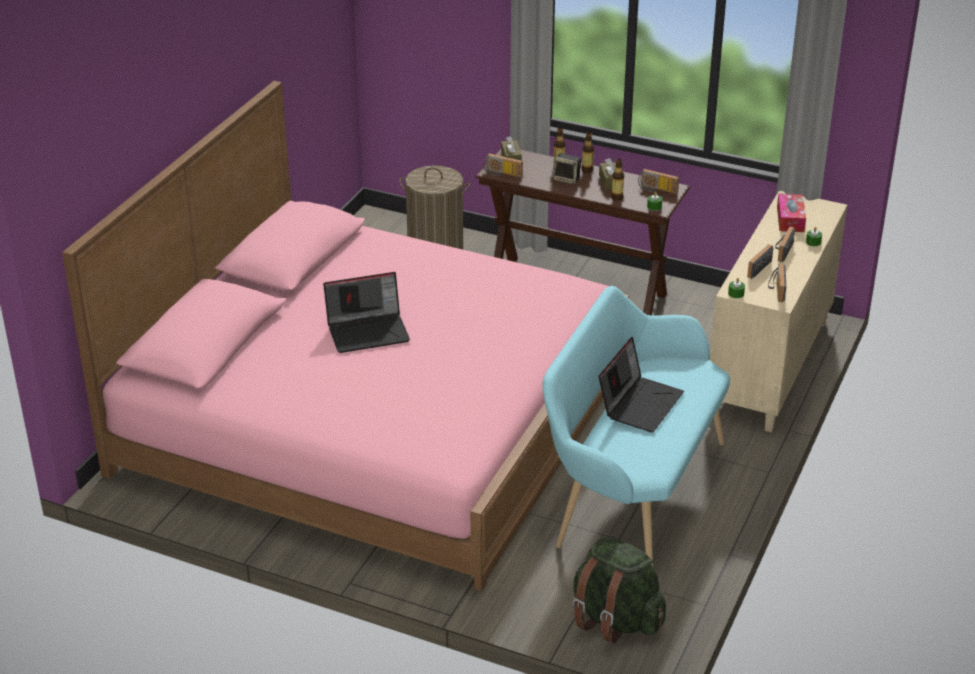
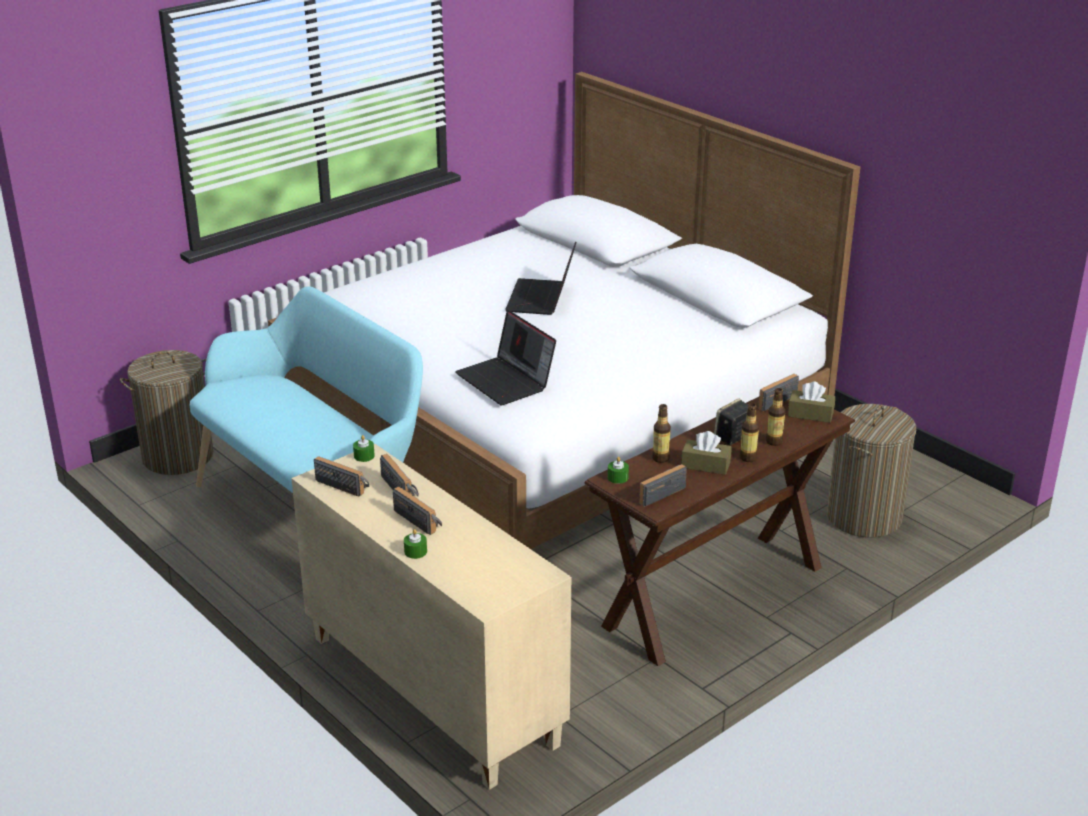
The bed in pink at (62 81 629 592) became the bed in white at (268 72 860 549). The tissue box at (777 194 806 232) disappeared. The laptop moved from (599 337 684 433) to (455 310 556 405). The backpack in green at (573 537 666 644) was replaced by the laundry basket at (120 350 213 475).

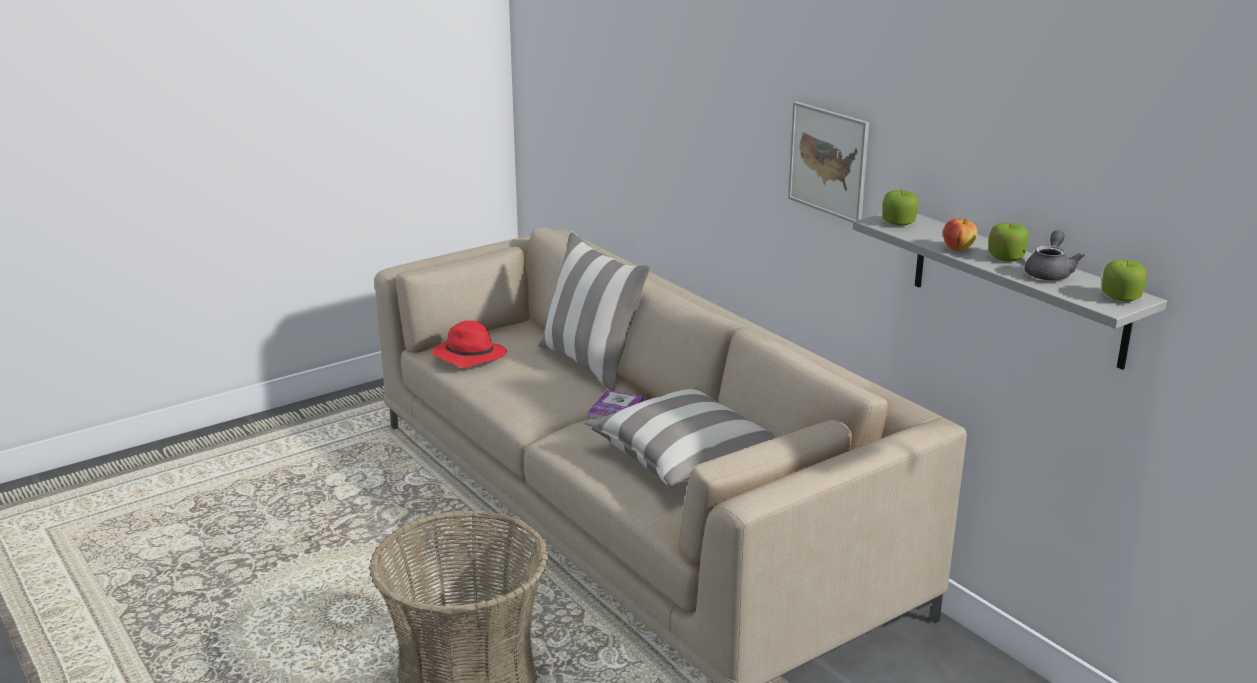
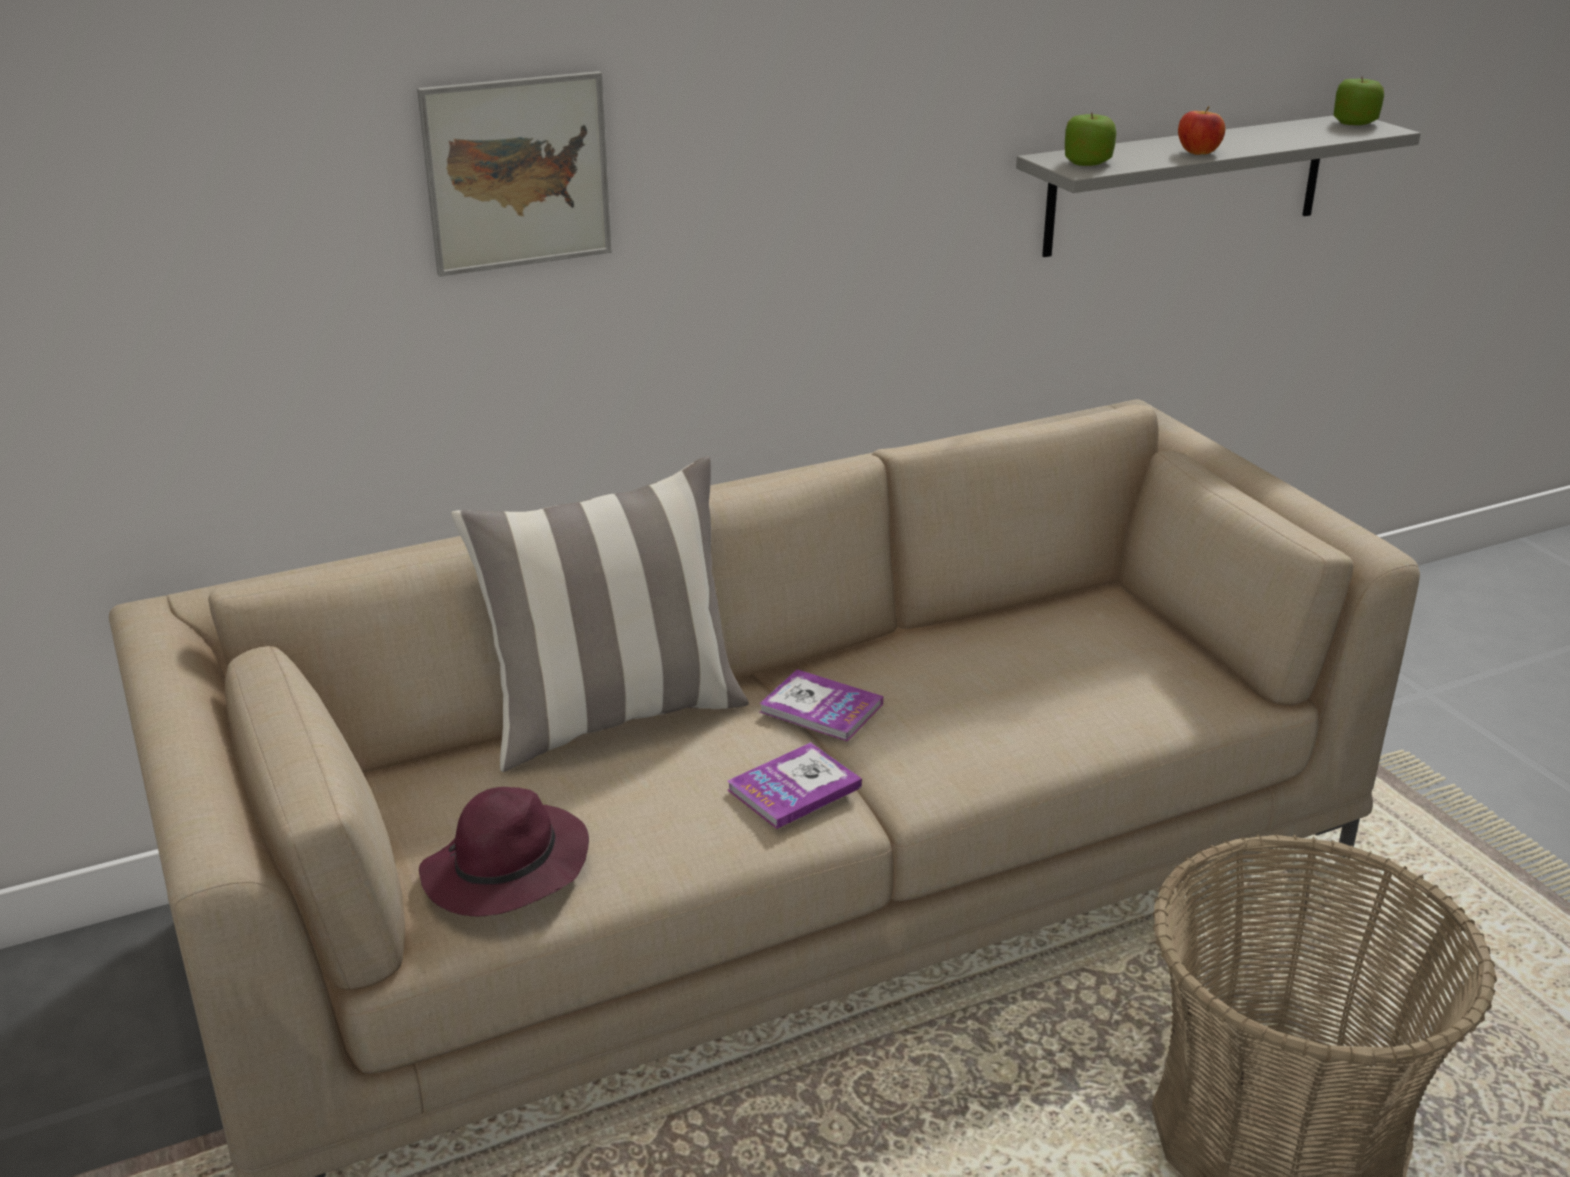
The picture moved from (788 102 869 223) to (417 71 612 277). The apple at (989 223 1029 262) disappeared. The teapot in grey at (1025 230 1085 281) disappeared. The hat in red at (432 321 507 368) became the hat in purple at (419 787 589 916). The pillow at (583 387 776 488) disappeared. The book at (727 742 862 829) appeared.

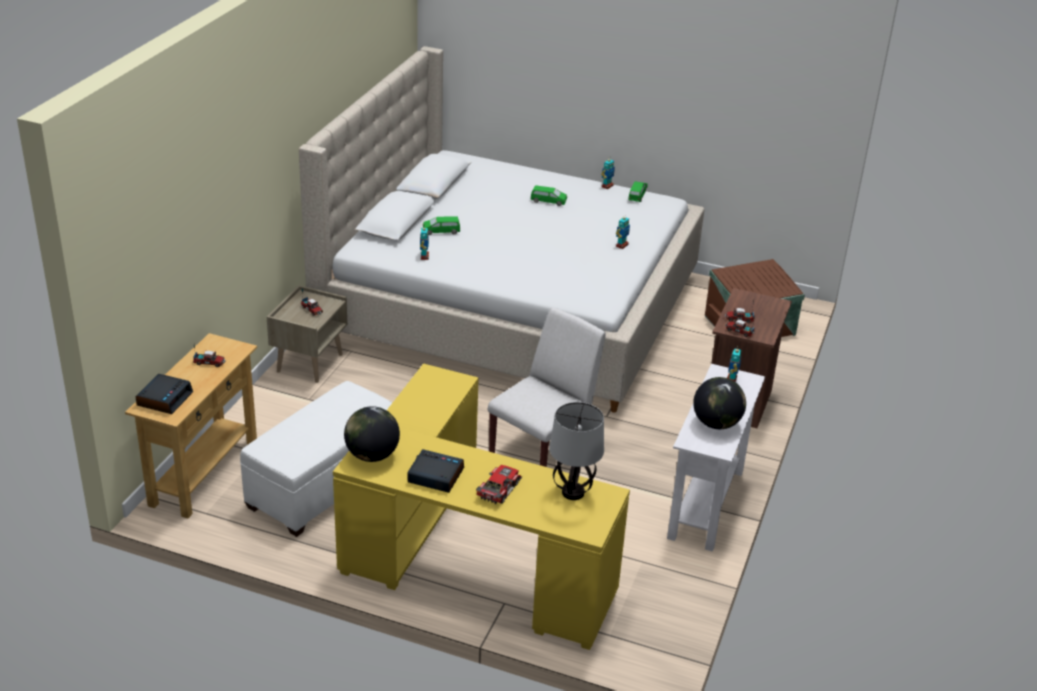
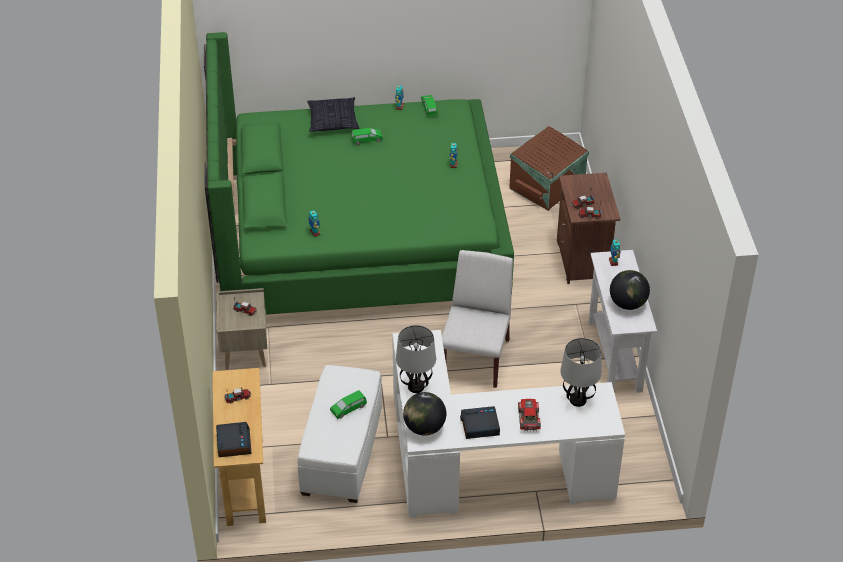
The bed in beige at (299 46 704 412) became the bed in green at (204 32 514 315). The toy car in green moved from (423 216 460 235) to (330 390 367 419). The desk in yellow at (333 363 630 650) became the desk in white at (392 330 625 518). The pillow at (307 97 360 132) appeared. The table lamp at (396 325 436 393) appeared.

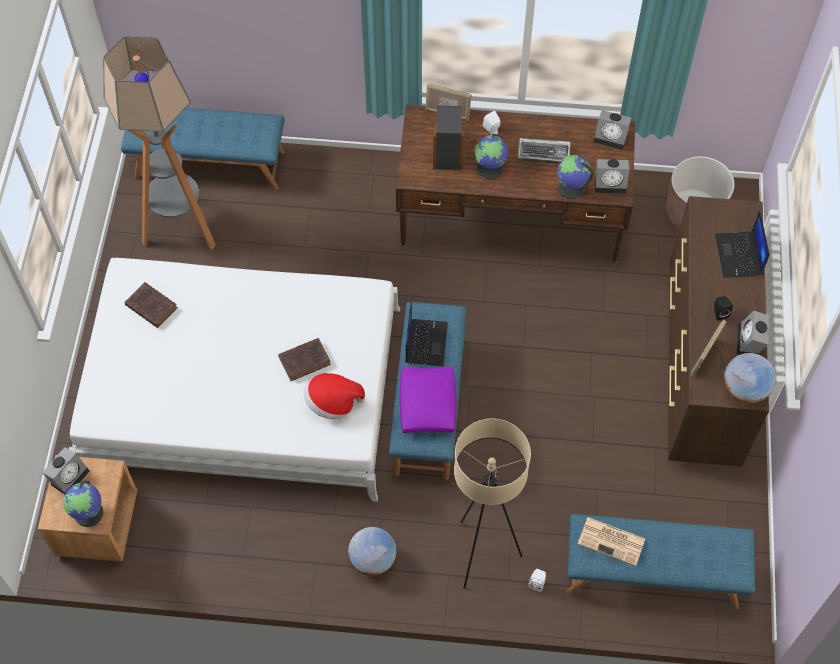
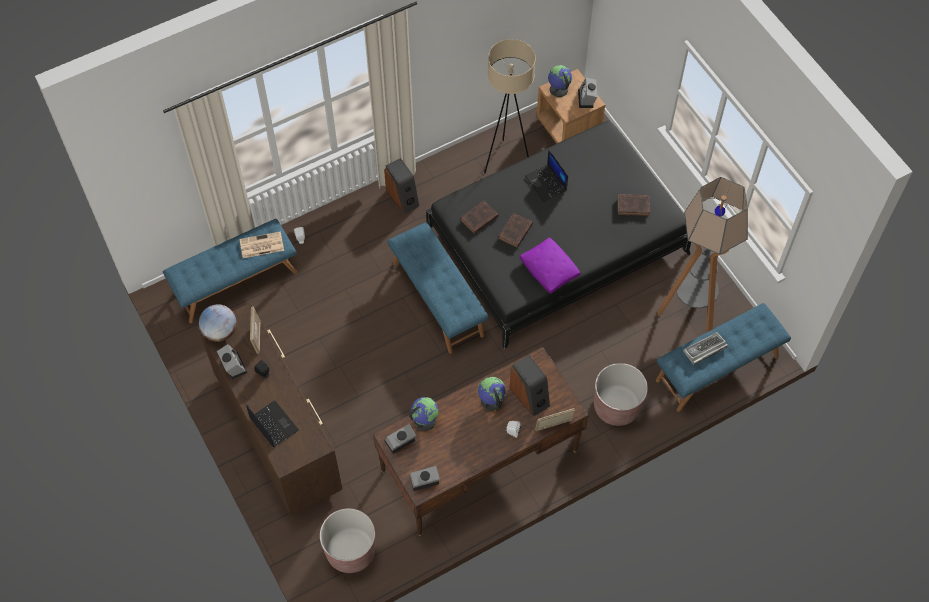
The keyboard moved from (518 138 571 164) to (683 332 728 365). The bed in white at (69 258 400 502) became the bed in black at (426 121 691 349). The laptop moved from (405 301 448 366) to (525 150 568 202). The pillow in purple moved from (400 367 456 433) to (520 237 581 294). The hat at (304 373 365 419) was replaced by the book in brown at (460 201 499 234). The floor lamp in beige moved from (454 418 531 589) to (484 39 536 174). The globe at (348 527 396 576) was replaced by the speaker at (384 158 419 214). The planter in brown at (594 363 648 426) appeared.

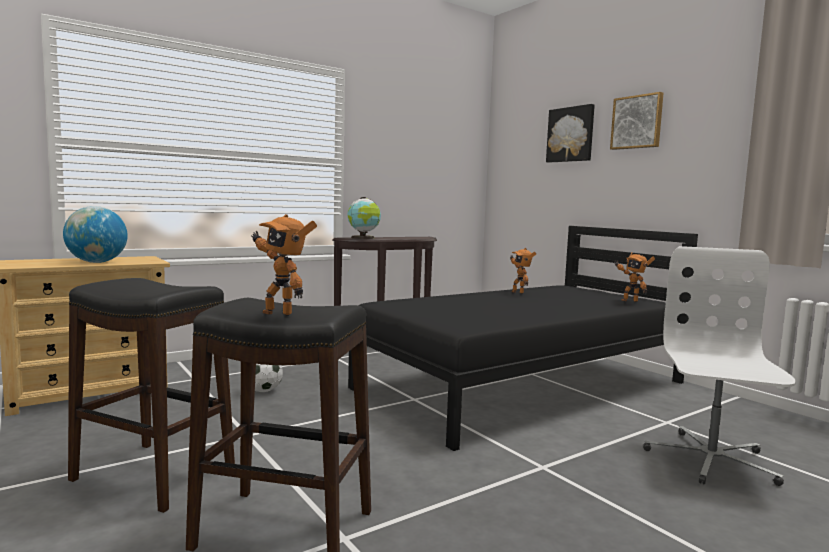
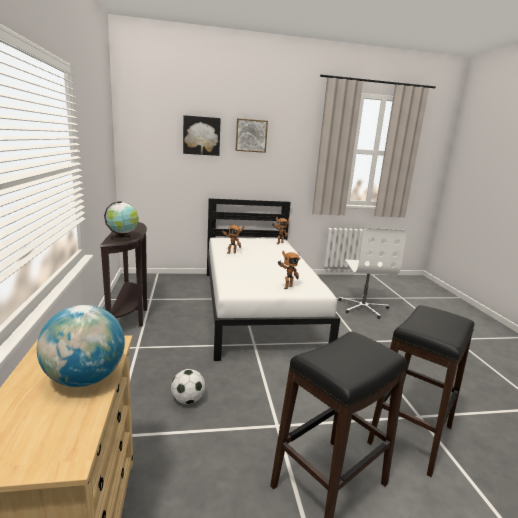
The toy robot moved from (251 214 317 316) to (278 251 301 289). The bed in black at (348 226 698 451) became the bed in white at (207 198 340 361). The office chair in white at (643 246 796 486) turned 135 degrees counterclockwise.

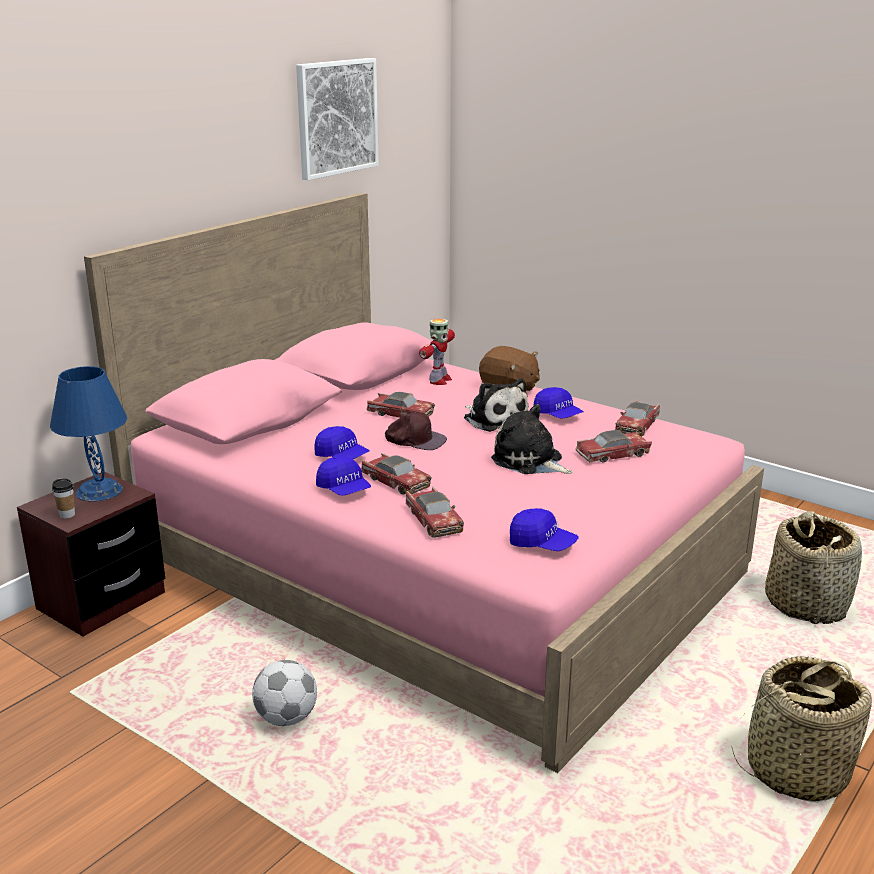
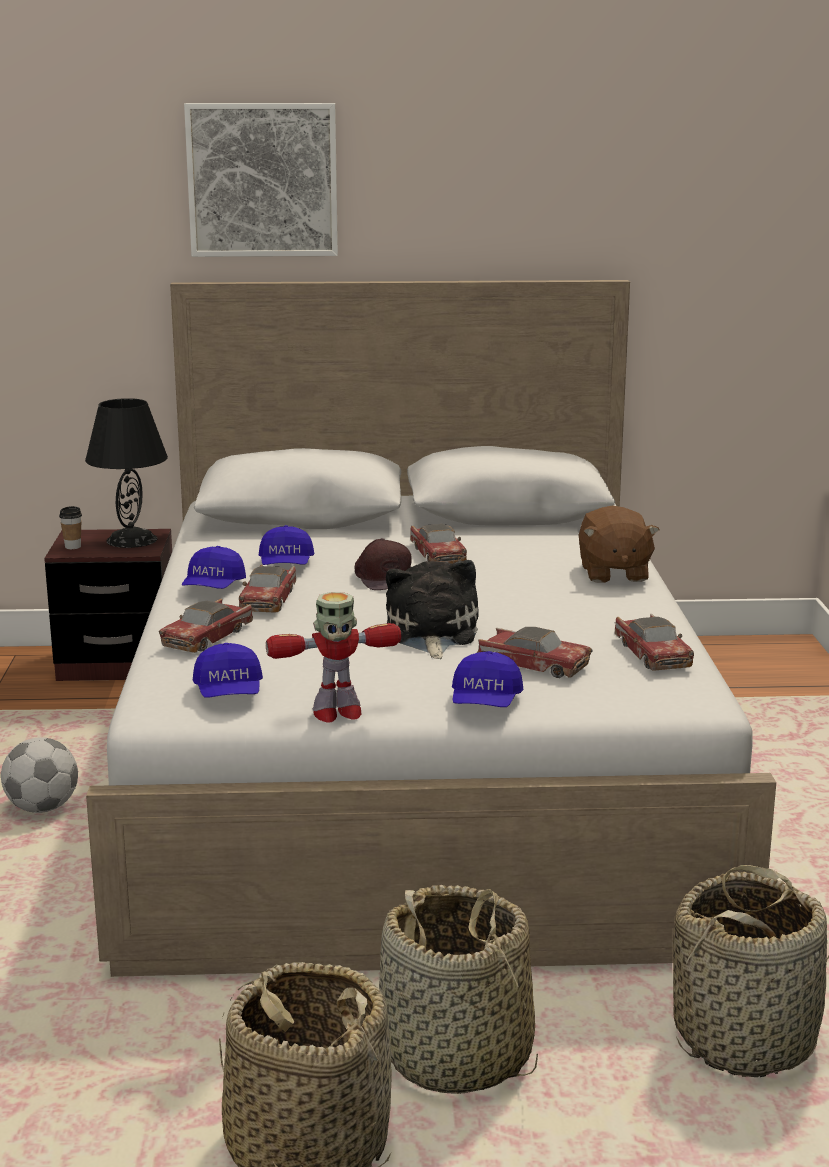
The picture moved from (296 58 379 180) to (184 103 338 257). The bed in pink at (84 193 764 773) became the bed in white at (86 280 776 977). The toy robot moved from (419 318 455 385) to (266 592 401 723). The table lamp in blue at (50 366 127 502) became the table lamp in black at (85 398 168 548). The plush toy at (464 379 528 432) disappeared. The cap in blue moved from (534 387 584 419) to (452 651 523 707). The toy car at (615 400 660 437) turned 90 degrees counterclockwise. The basket at (379 885 538 1094) appeared.

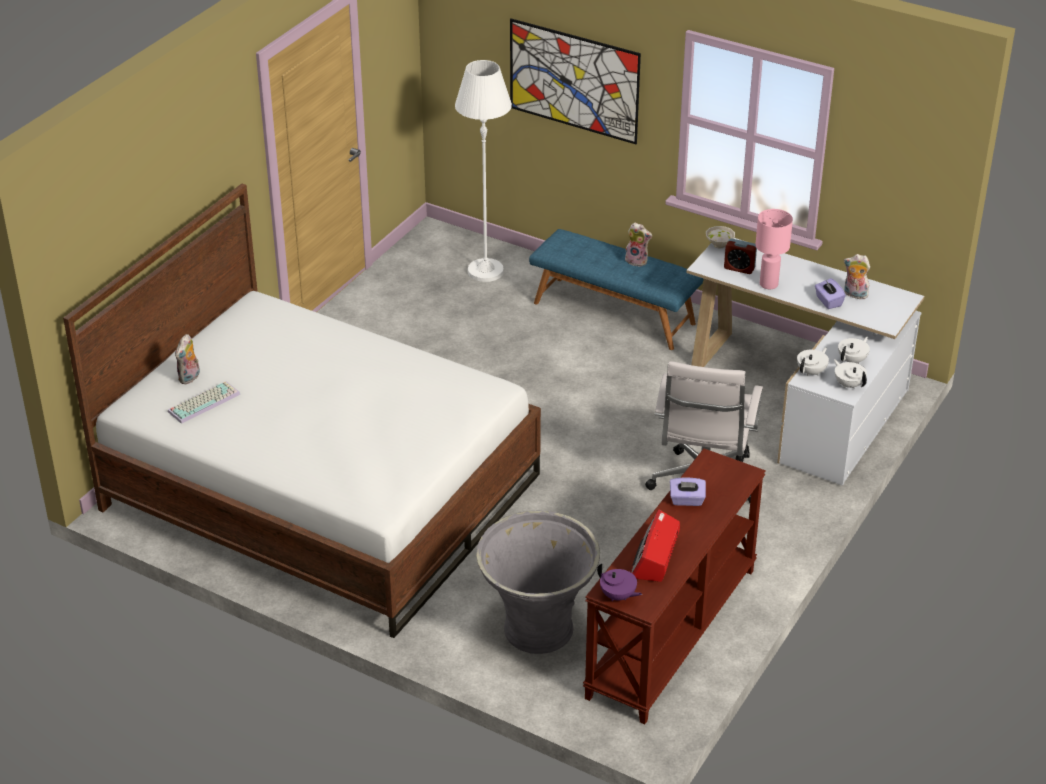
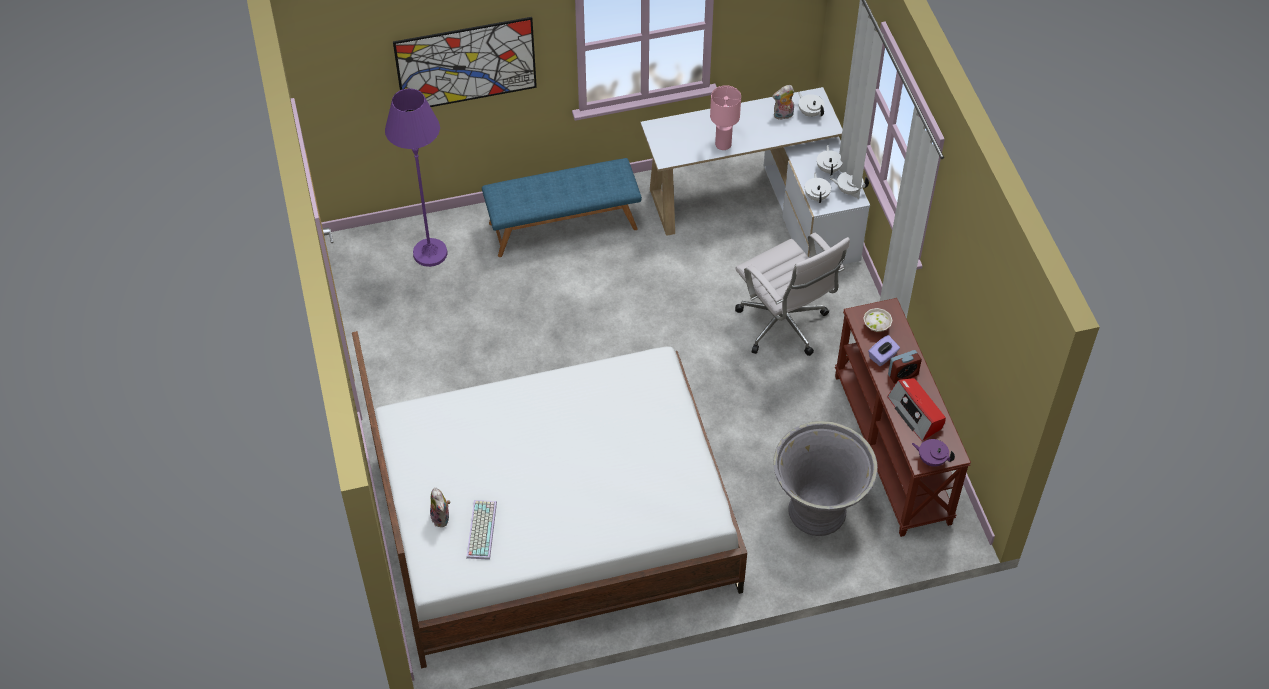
The floor lamp in white at (455 60 512 282) became the floor lamp in purple at (385 88 447 267). The plush toy at (625 223 652 267) disappeared. The bowl in white moved from (706 226 735 249) to (863 308 893 332). The alarm clock moved from (724 239 757 274) to (888 350 922 383). The tissue box in purple at (815 278 846 309) disappeared. The teapot in purple at (597 563 642 601) turned 150 degrees counterclockwise. The teapot in white at (798 92 824 117) appeared.

